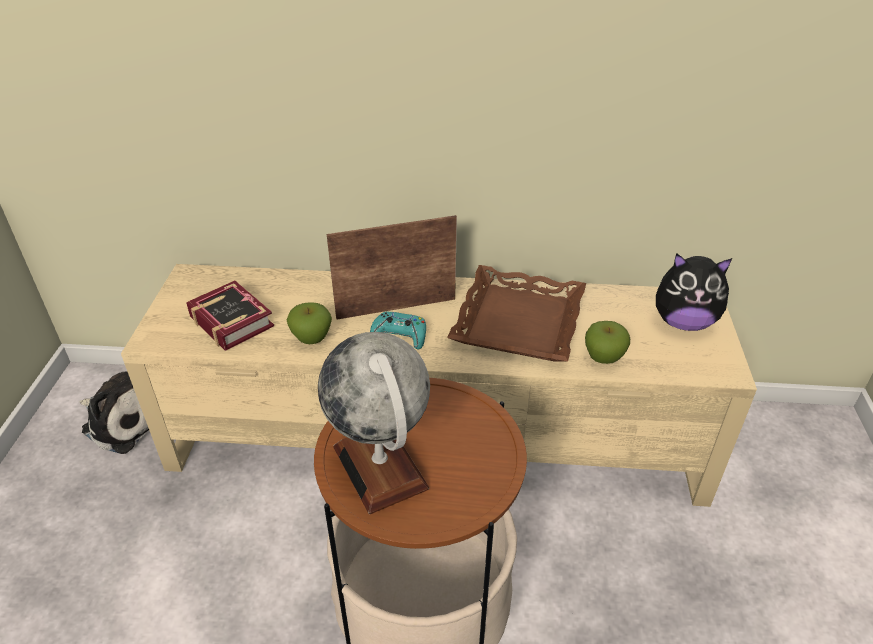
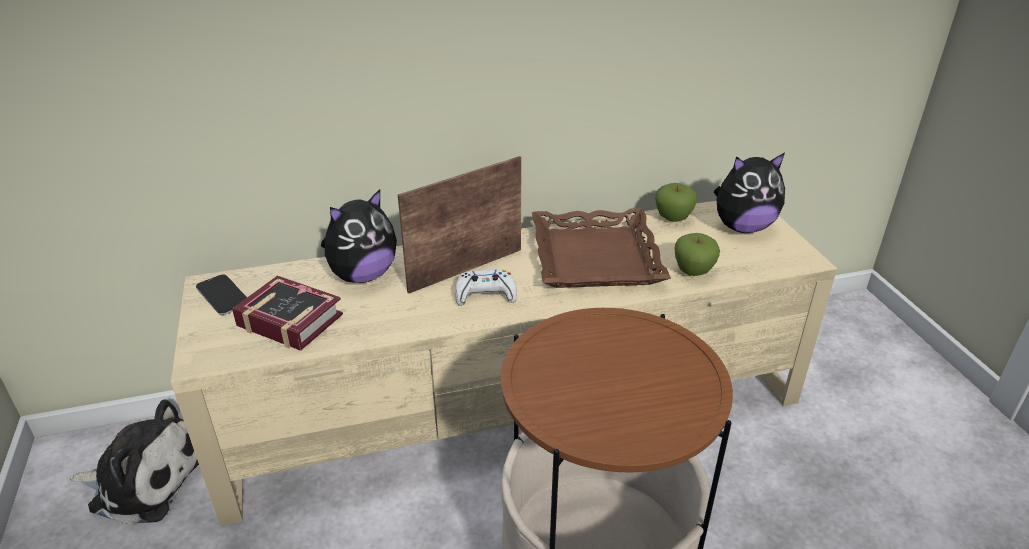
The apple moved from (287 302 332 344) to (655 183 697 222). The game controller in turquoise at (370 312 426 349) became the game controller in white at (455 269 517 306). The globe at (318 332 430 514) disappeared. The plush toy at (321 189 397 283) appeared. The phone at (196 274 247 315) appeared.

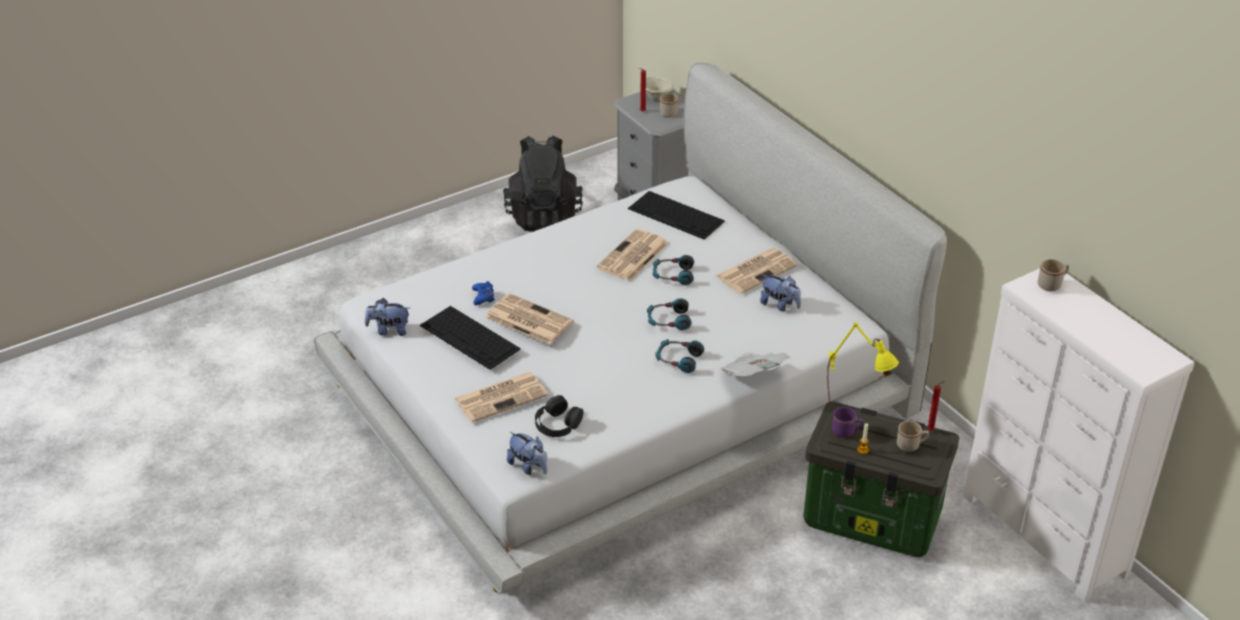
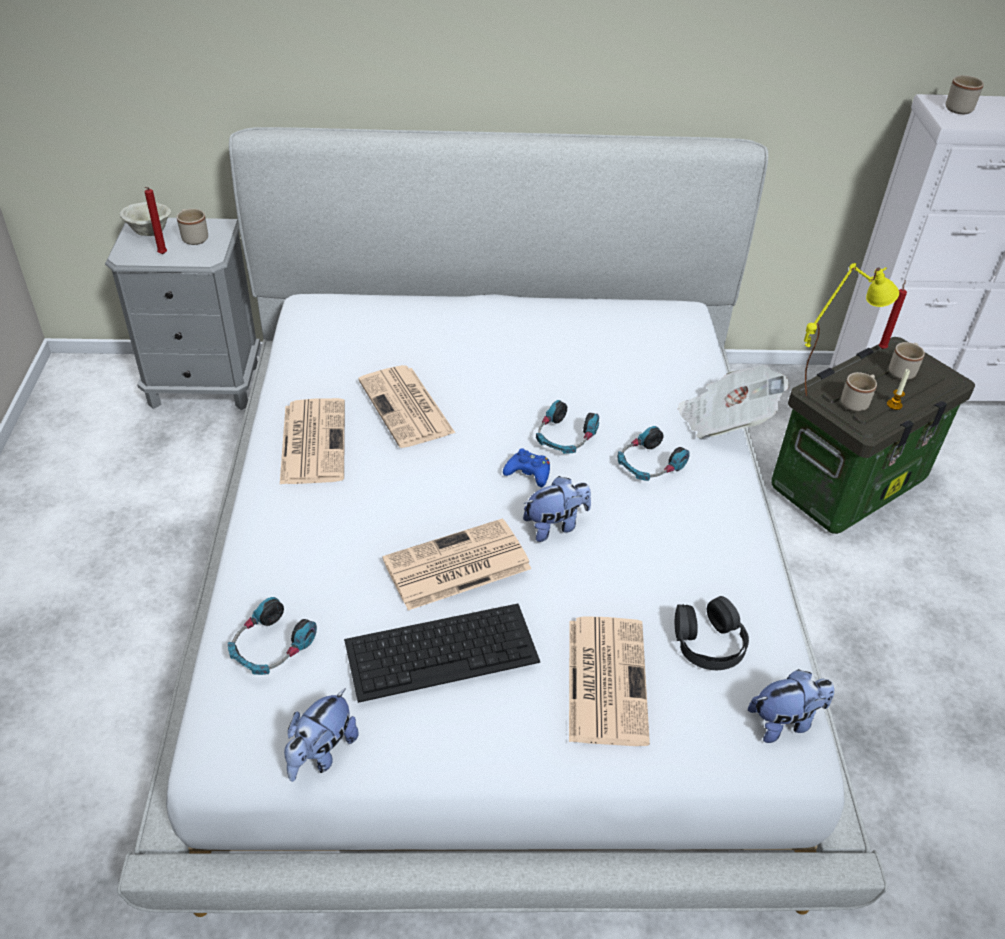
The backpack in black at (503 135 583 232) disappeared. The keyboard at (628 191 725 240) disappeared. The newspaper moved from (716 248 798 294) to (280 398 345 484). The headphones moved from (653 255 694 285) to (228 597 317 675). The plush toy moved from (760 275 801 312) to (523 476 591 542). The game controller in blue moved from (472 281 495 305) to (503 448 550 487). The mug in purple at (832 407 864 438) became the mug in beige at (841 372 877 411).

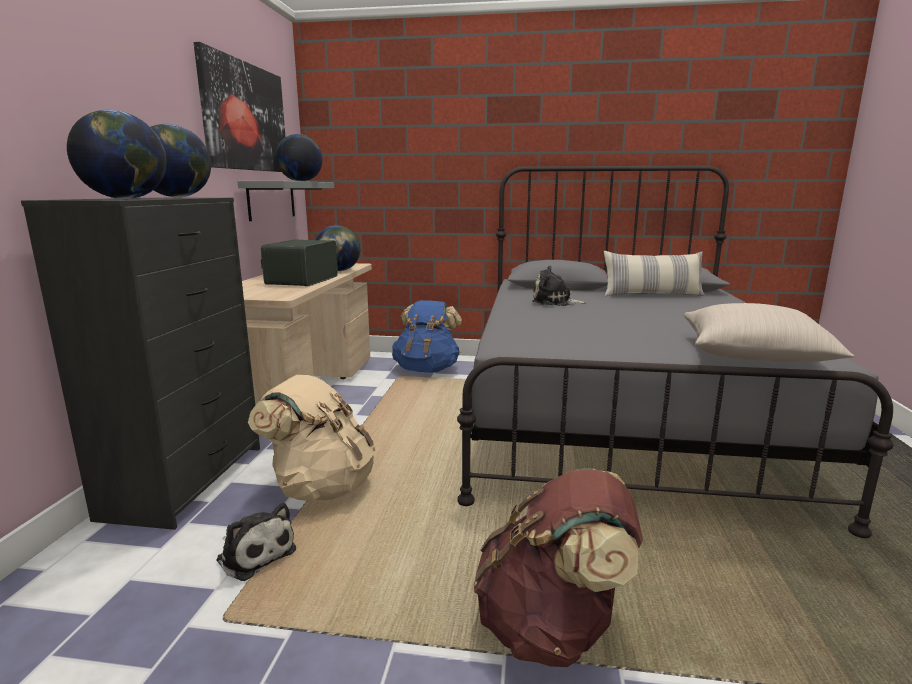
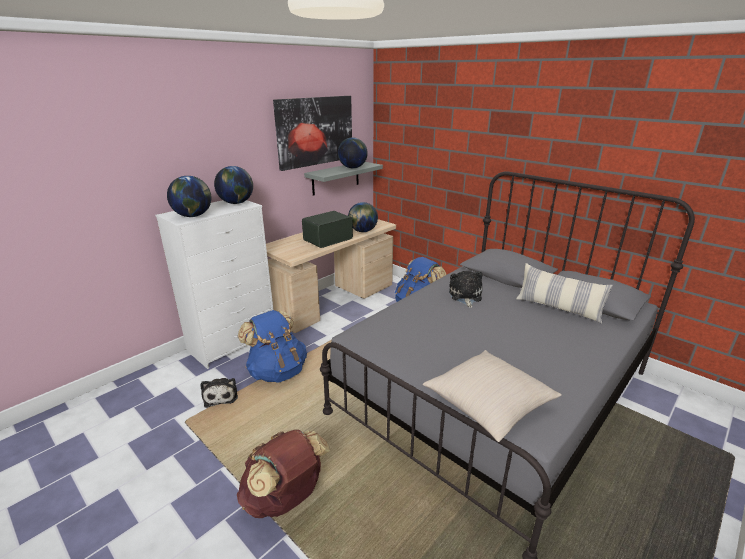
The dresser in black at (21 197 260 530) became the dresser in white at (155 200 273 369). The plush toy at (532 266 587 306) turned 45 degrees clockwise. The backpack in beige at (248 375 376 501) became the backpack in blue at (238 310 307 383).

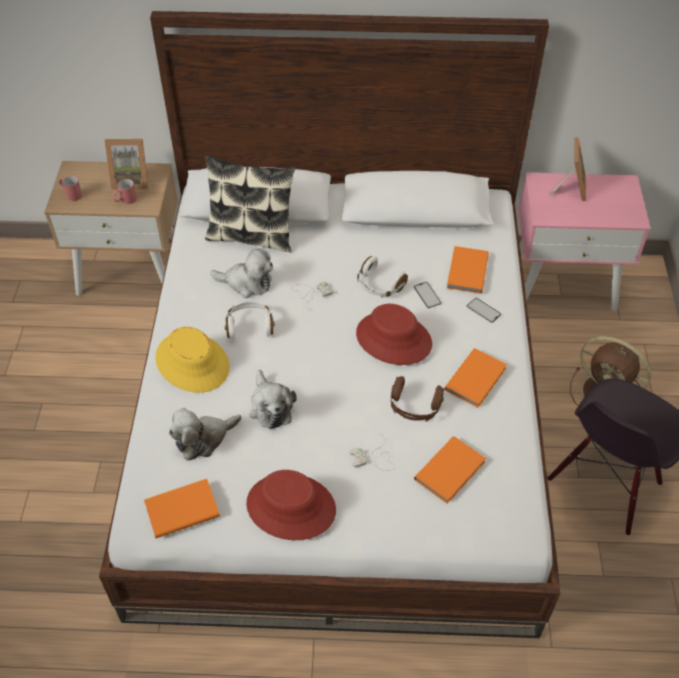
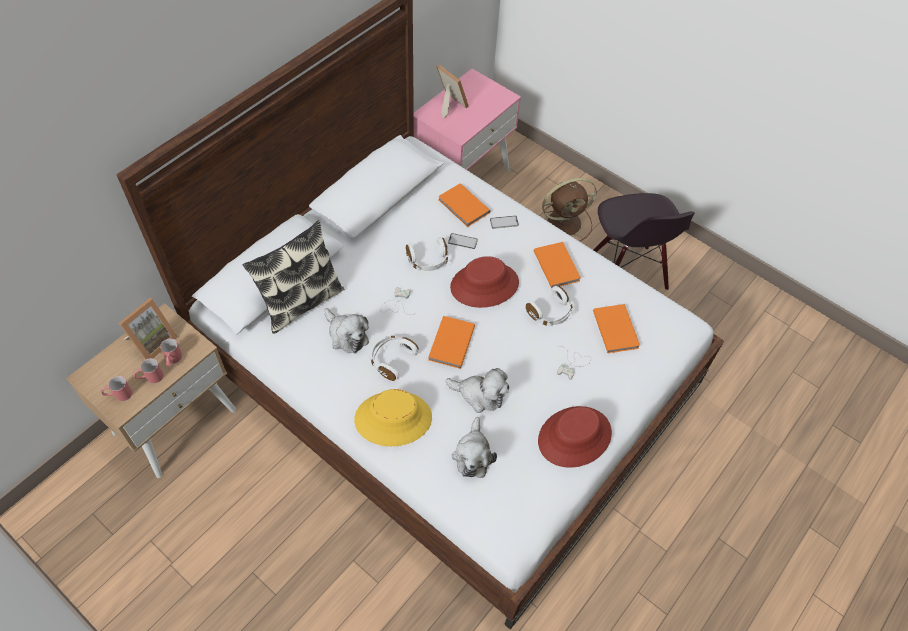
The plush toy at (211 248 273 298) turned 90 degrees clockwise. The headphones in brown at (391 376 444 422) became the headphones in white at (526 286 573 327). The book in orange moved from (144 479 220 538) to (428 316 475 369). The mug in red at (134 358 164 383) appeared.

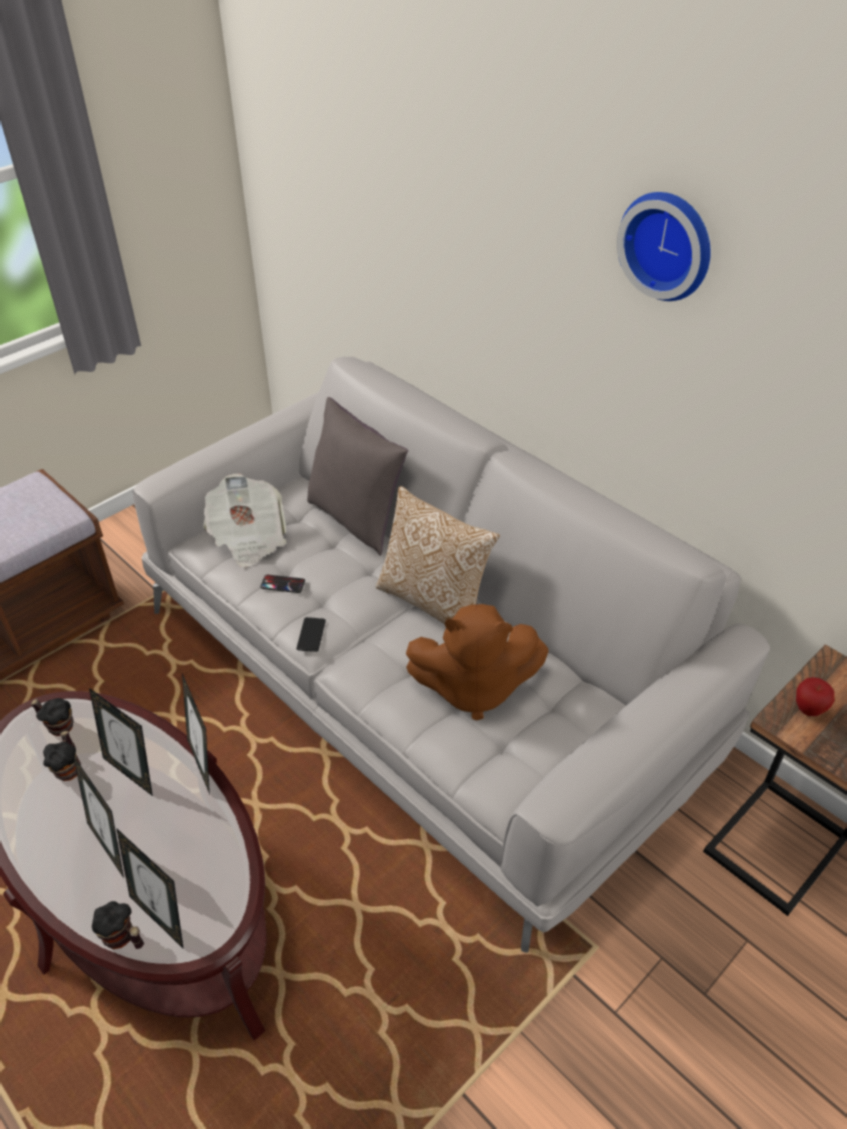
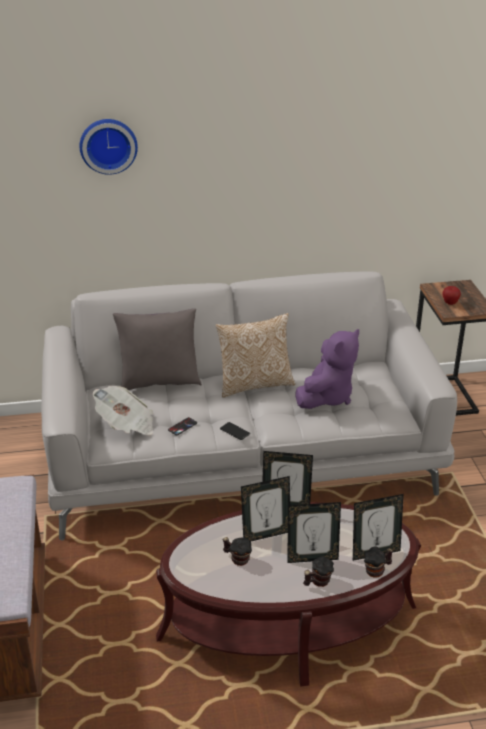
The wall clock moved from (617 192 711 301) to (80 119 138 175). The plush toy in brown at (406 604 549 721) became the plush toy in purple at (295 329 359 409). The mug moved from (31 698 73 736) to (303 556 334 587).

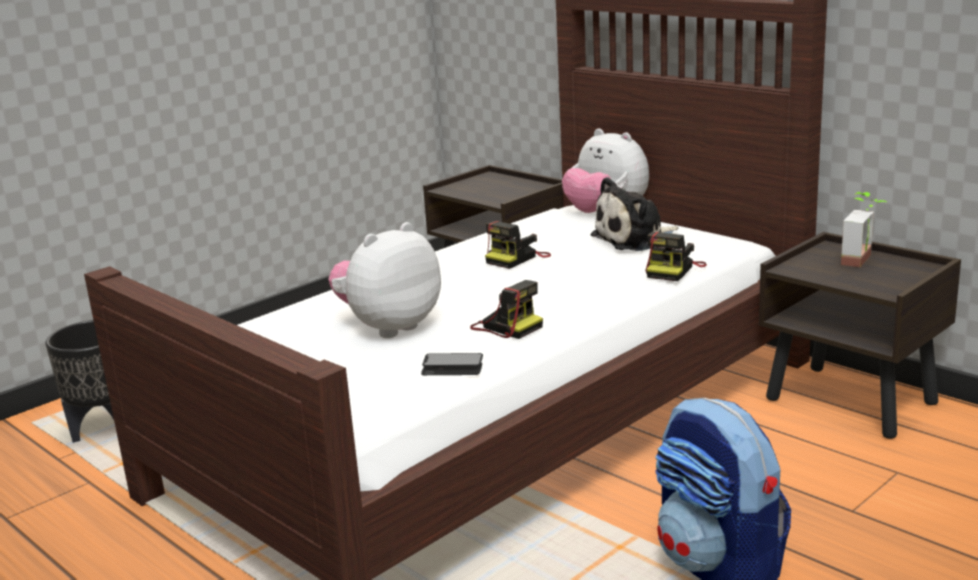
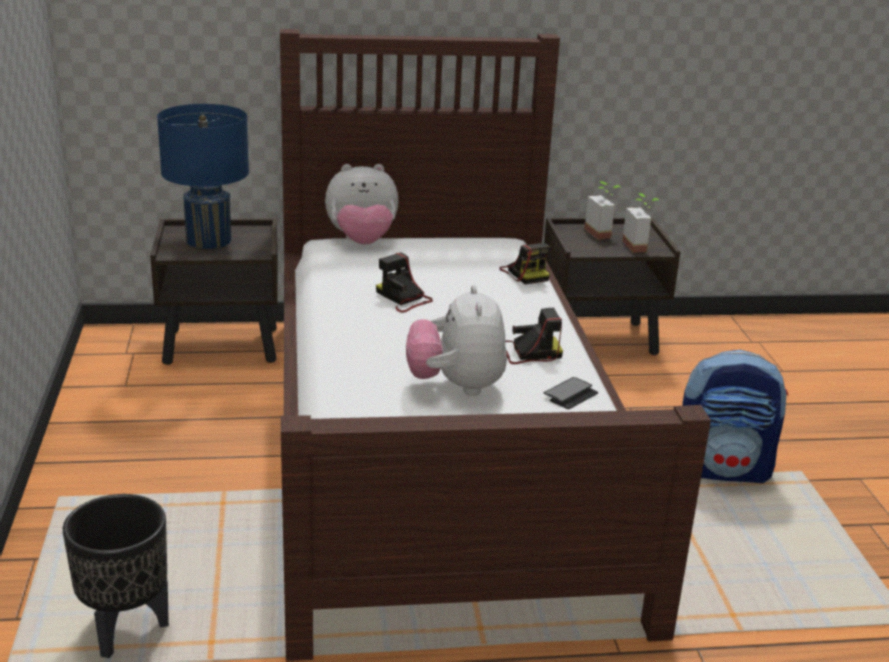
The plush toy at (591 177 679 251) disappeared. The photo camera at (485 221 551 269) turned 150 degrees clockwise. The table lamp in blue at (157 104 249 249) appeared. The potted plant at (622 193 660 253) appeared.

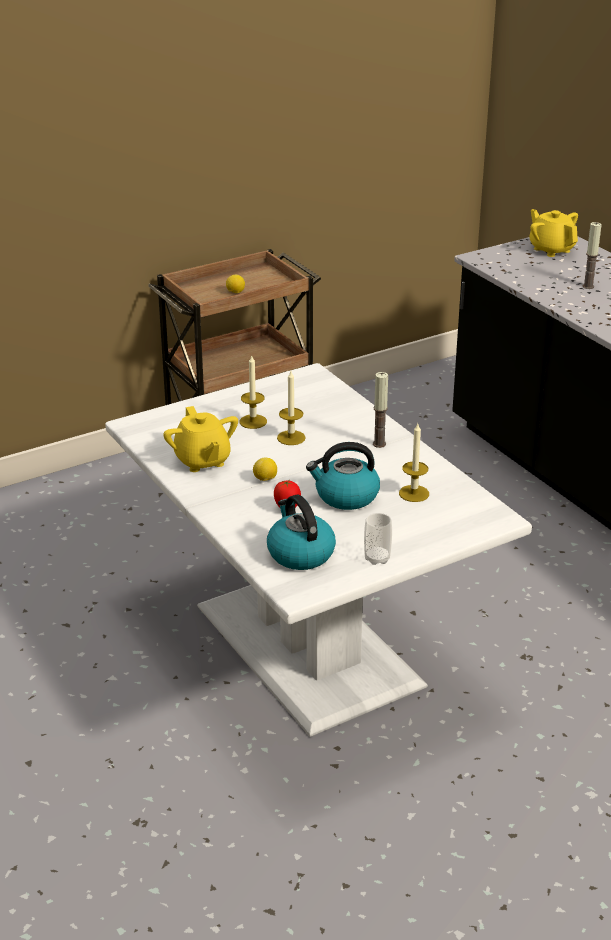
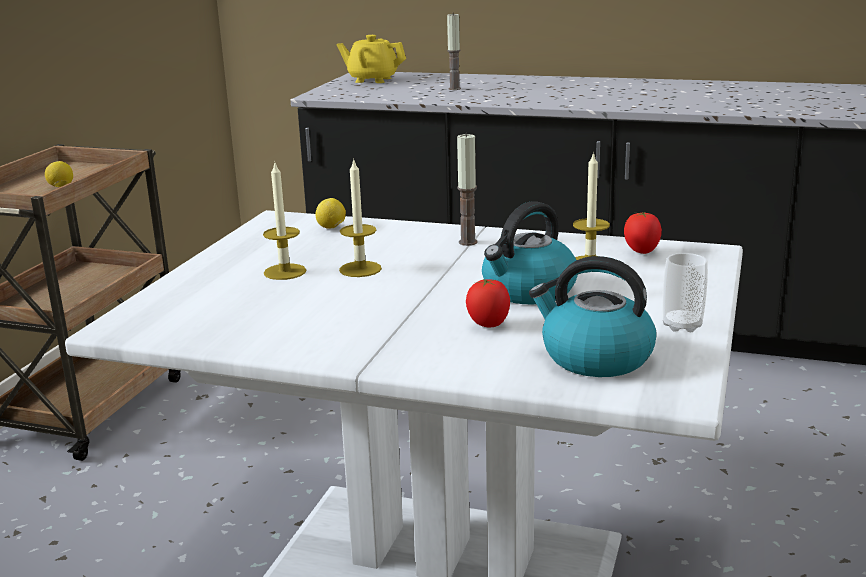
The teapot in yellow at (163 406 238 472) disappeared. The lemon moved from (253 457 277 481) to (315 198 346 228). The tomato at (624 212 662 254) appeared.

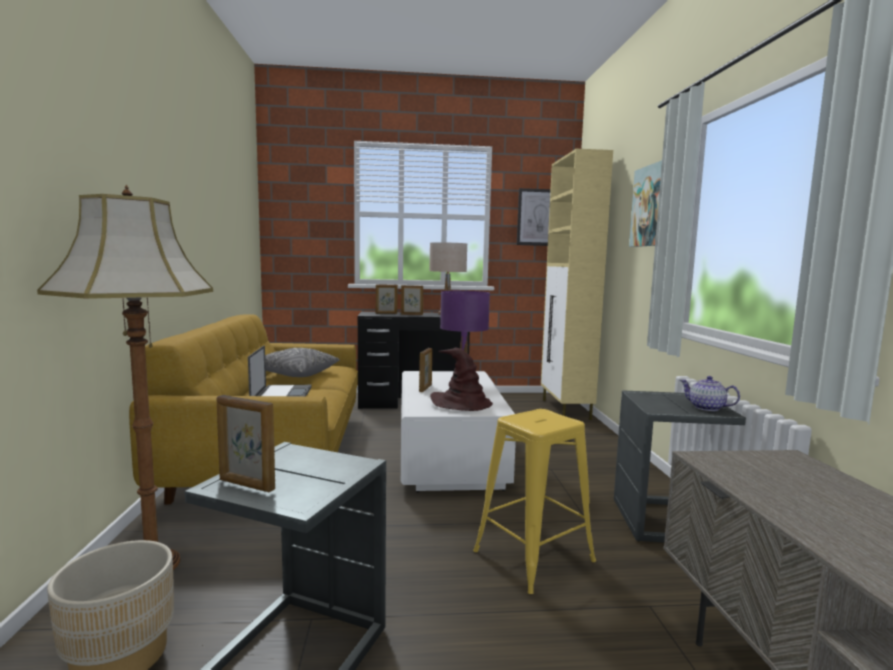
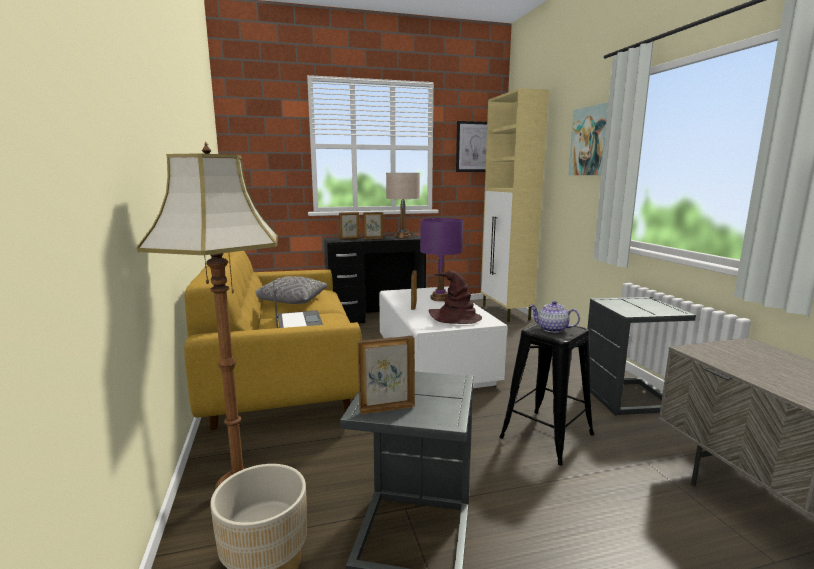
The teapot moved from (680 376 740 411) to (529 301 580 333). The picture frame at (217 395 275 492) turned 150 degrees clockwise. The stool in yellow at (473 409 596 594) became the stool in black at (499 323 594 466).

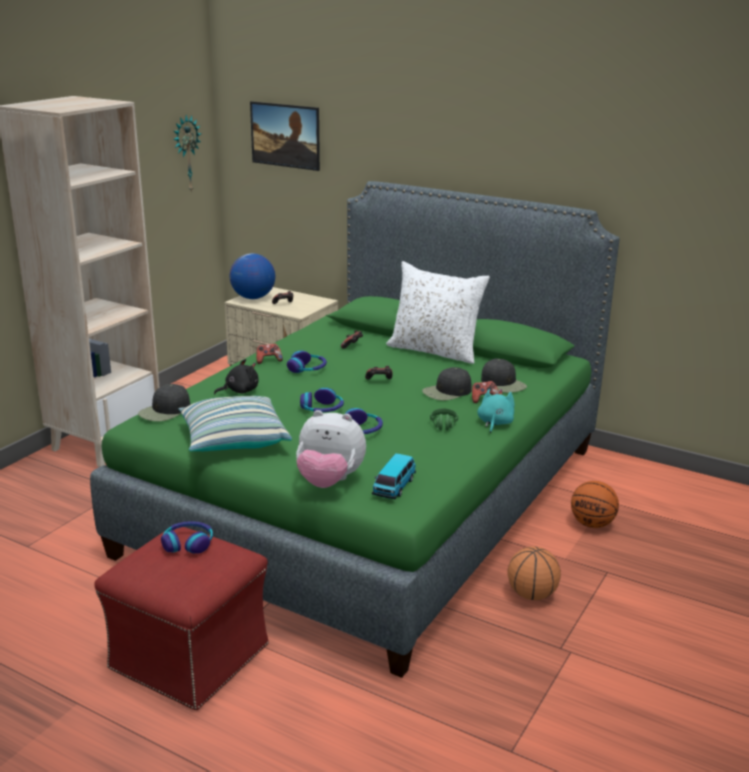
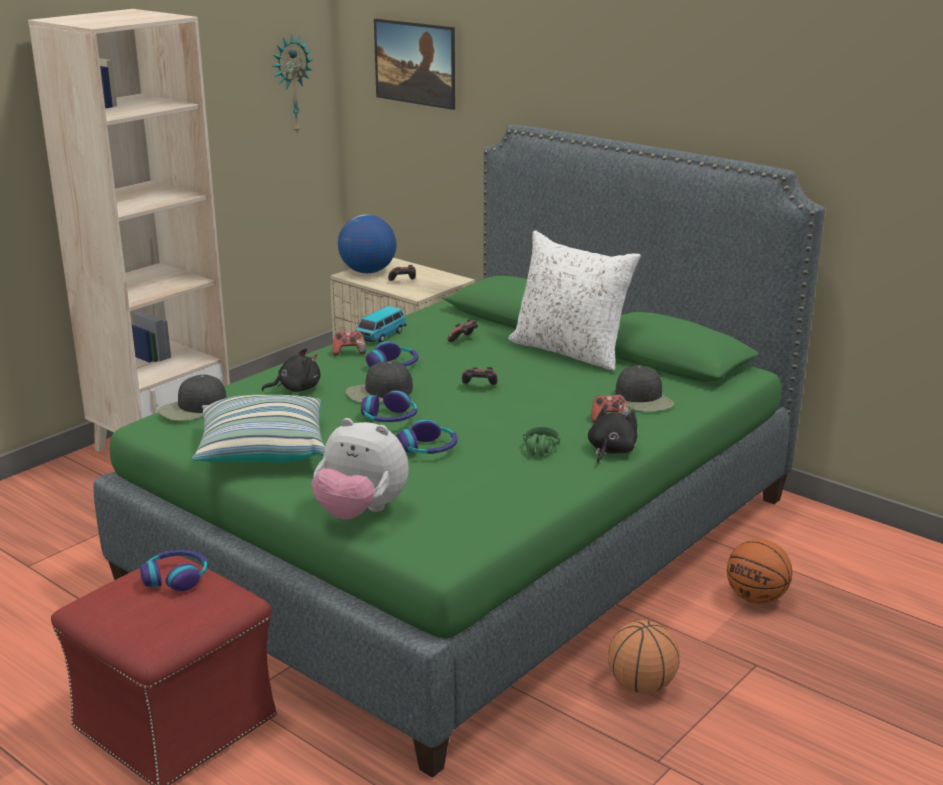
The cap in black moved from (422 367 472 401) to (346 361 413 403). The plush toy in turquoise at (477 389 514 433) became the plush toy in black at (588 405 637 464). The toy car moved from (372 453 416 499) to (355 306 406 343).

